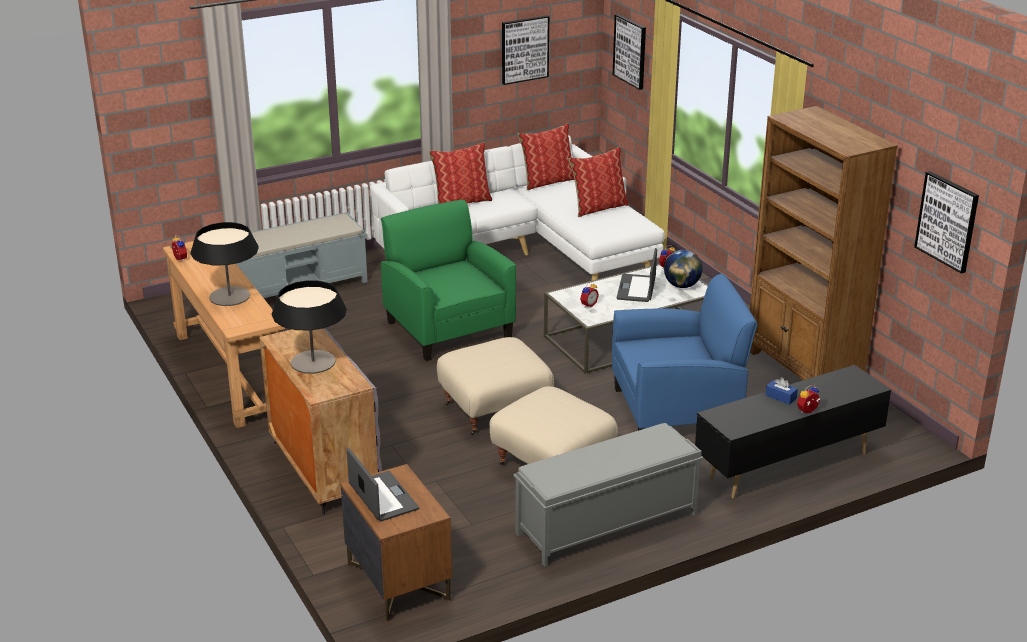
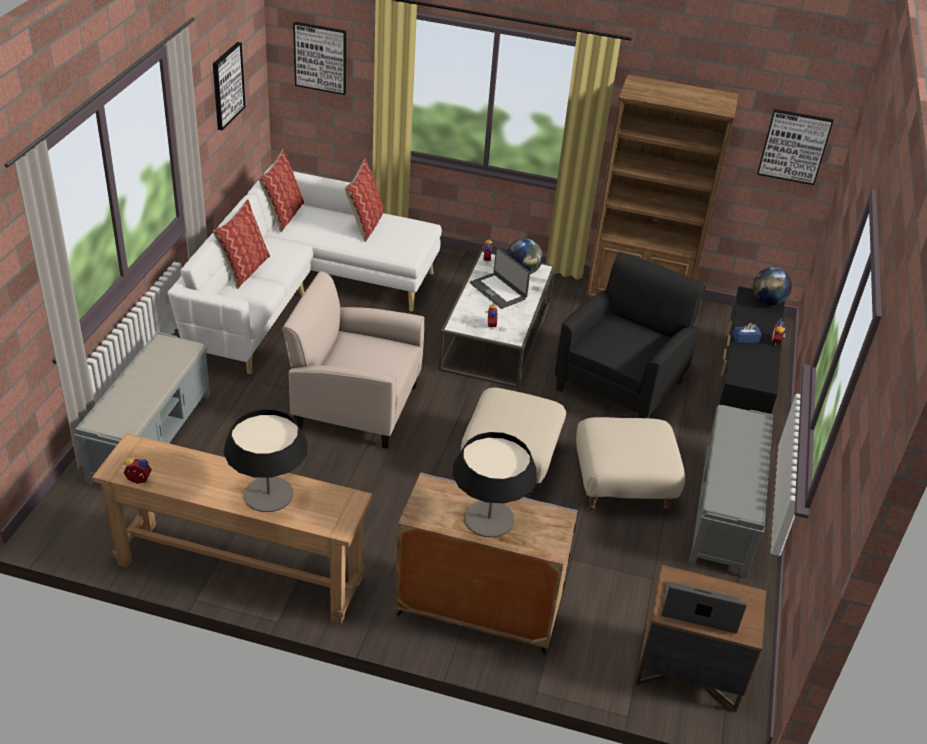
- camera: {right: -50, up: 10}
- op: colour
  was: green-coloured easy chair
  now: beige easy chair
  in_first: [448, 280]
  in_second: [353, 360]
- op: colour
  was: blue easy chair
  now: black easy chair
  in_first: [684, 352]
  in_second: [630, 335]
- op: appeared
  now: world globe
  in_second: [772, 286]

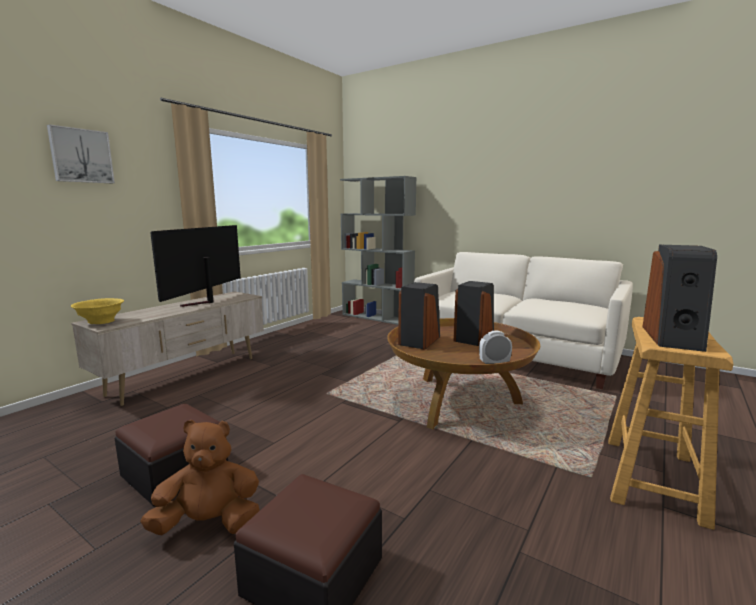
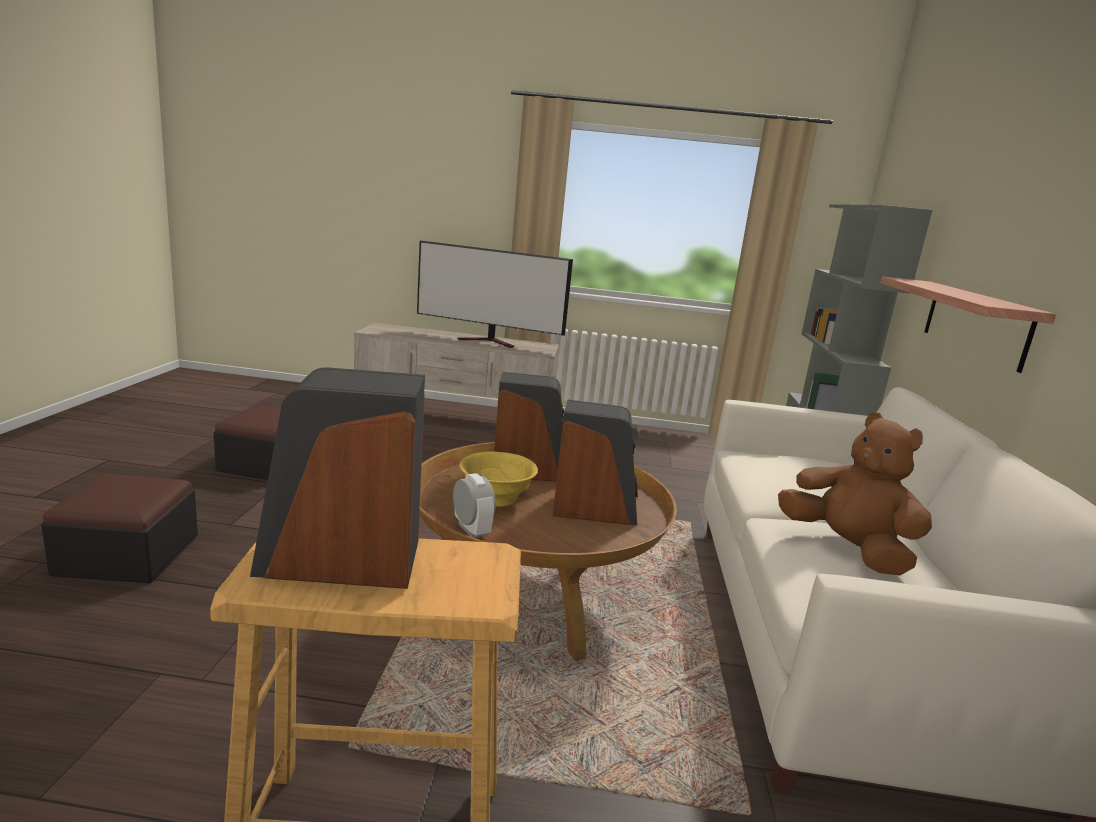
- camera: {right: 60, up: 5}
- op: missing
  was: wall picture
  in_first: [81, 153]
- op: relocated
  was: yellow serving bowl
  in_first: [97, 311]
  in_second: [498, 479]
- op: relocated
  was: brown plush toy
  in_first: [200, 477]
  in_second: [855, 493]
- op: spun
  was: TV
  in_first: [195, 266]
  in_second: [495, 294]
  clockwise: -150
- op: appeared
  now: shelf
  in_second: [968, 324]

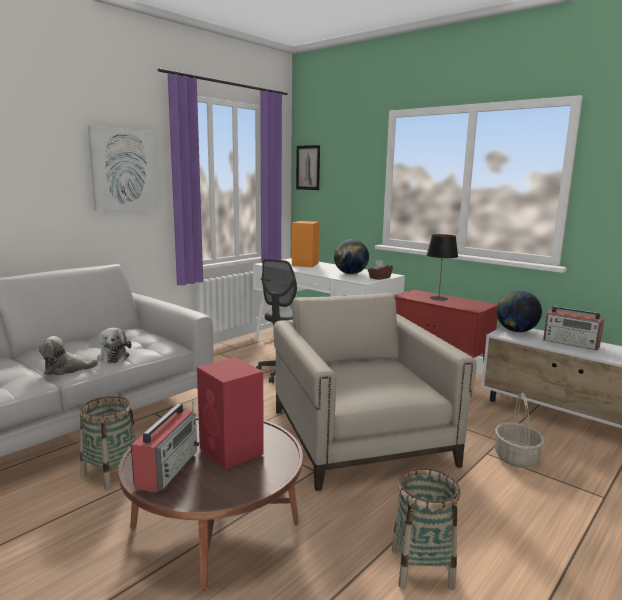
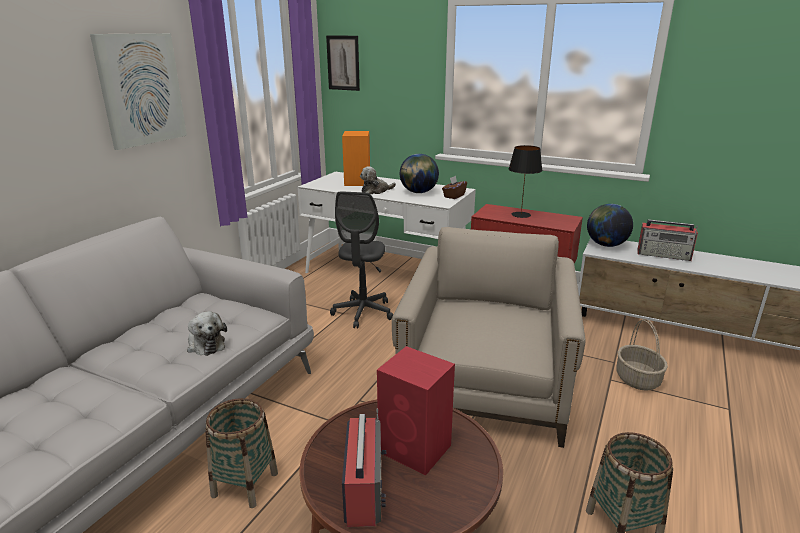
- camera: {right: -15, up: 10}
- op: relocated
  was: plush toy
  in_first: [69, 356]
  in_second: [378, 180]
- op: spun
  was: beige easy chair
  in_first: [375, 392]
  in_second: [489, 337]
  clockwise: 45

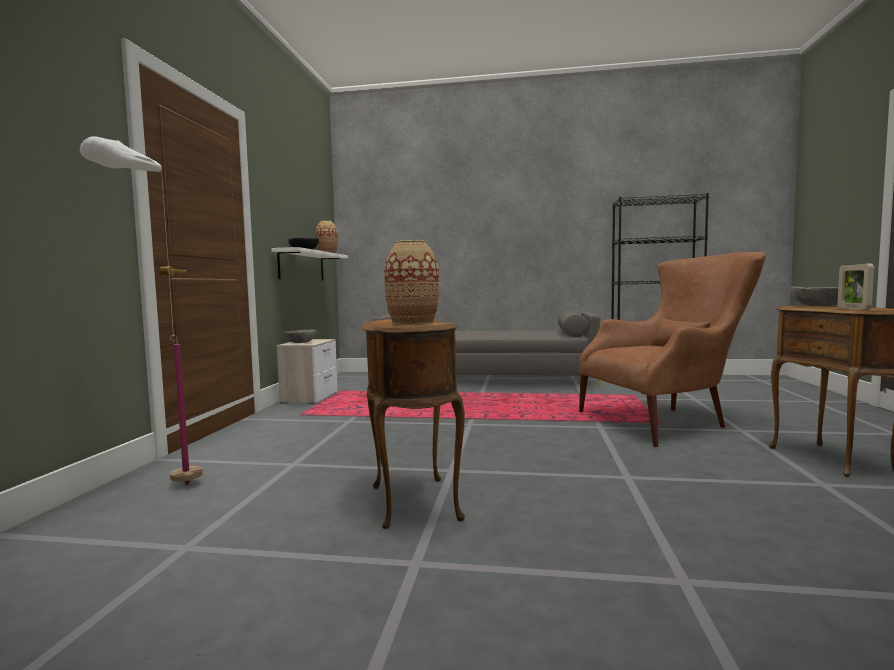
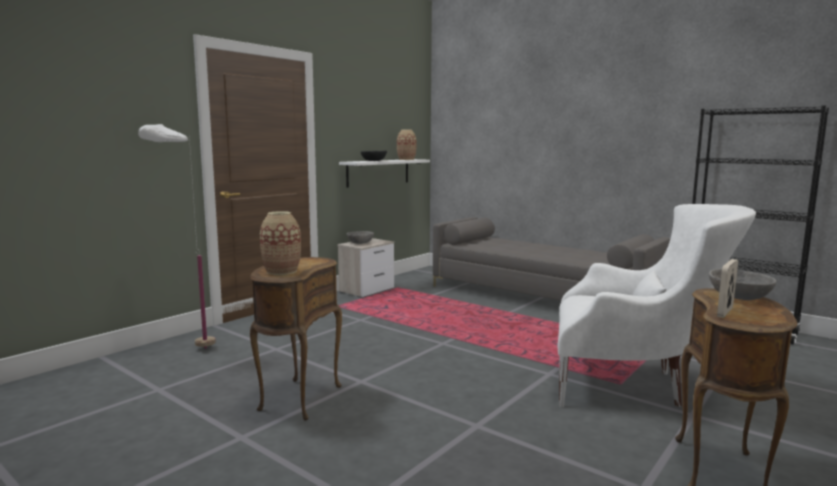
- camera: {right: 30, up: 5}
- op: colour
  was: brown easy chair
  now: white-coloured easy chair
  in_first: [672, 349]
  in_second: [657, 305]

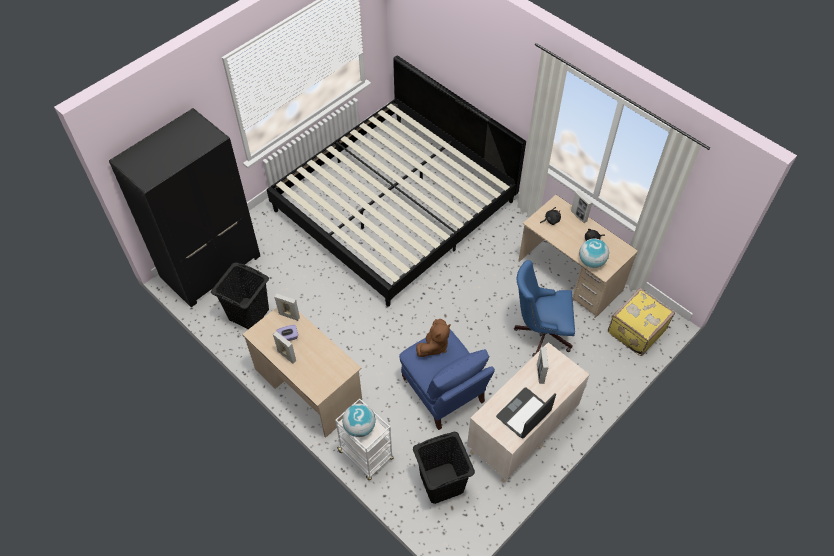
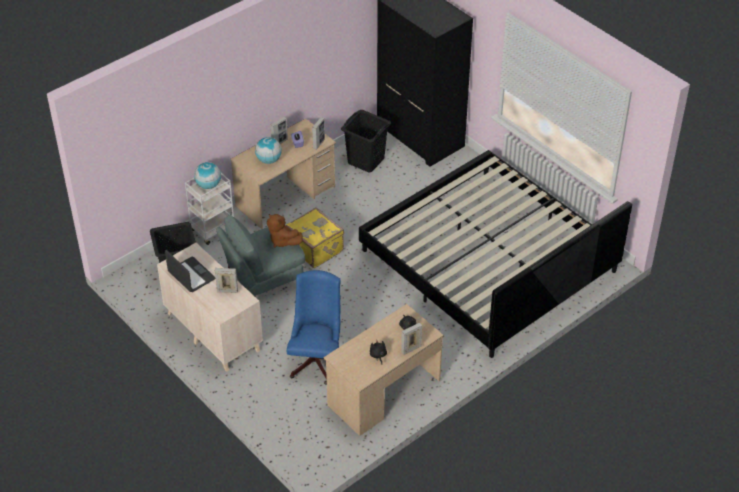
- camera: {right: 95, up: -10}
- op: colour
  was: blue easy chair
  now: greyish easy chair
  in_first: [447, 380]
  in_second: [260, 255]
- op: relocated
  was: world globe
  in_first: [594, 253]
  in_second: [268, 150]
- op: relocated
  was: yellow suitcase
  in_first: [641, 322]
  in_second: [315, 237]

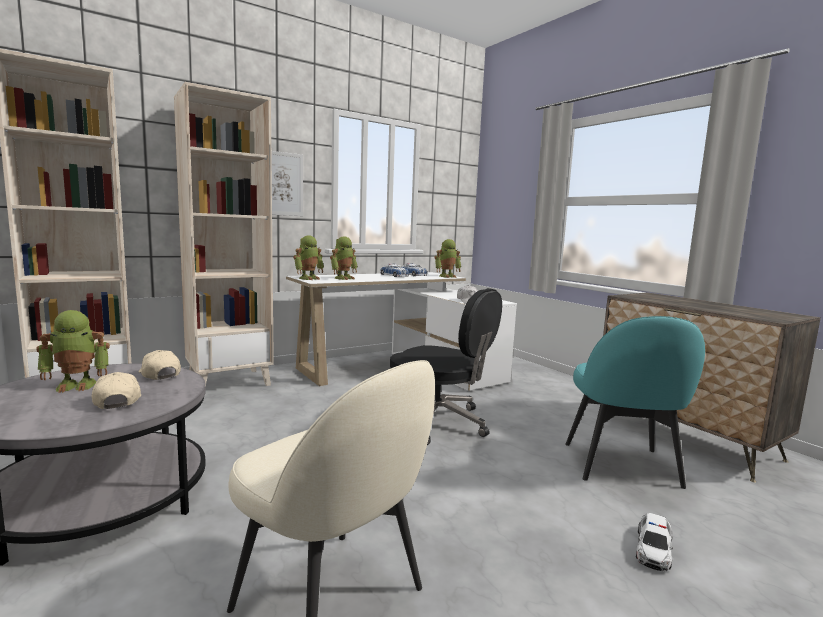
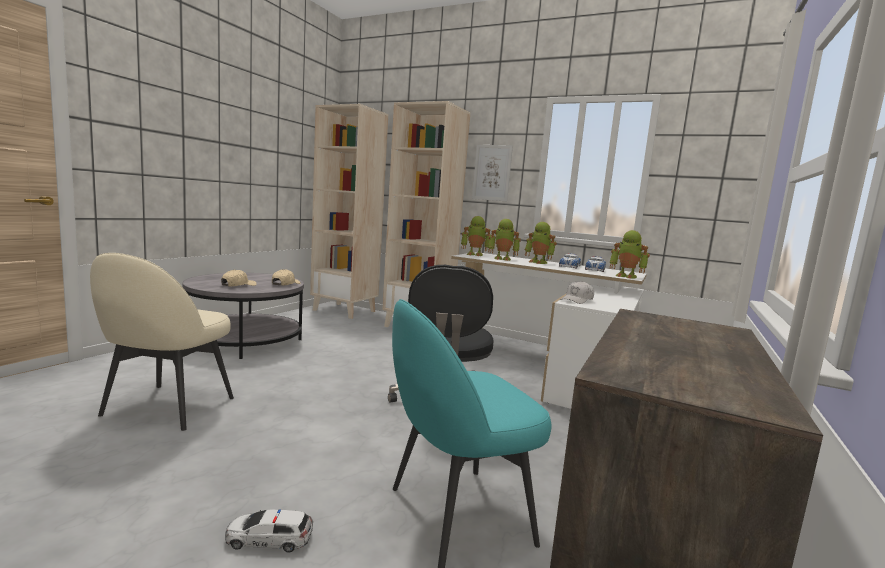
- camera: {right: 60, up: 0}
- op: relocated
  was: toy robot
  in_first: [73, 351]
  in_second: [541, 243]

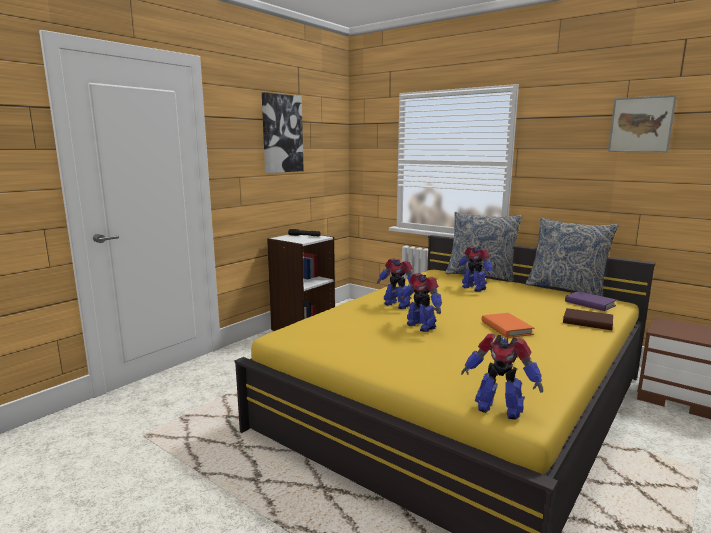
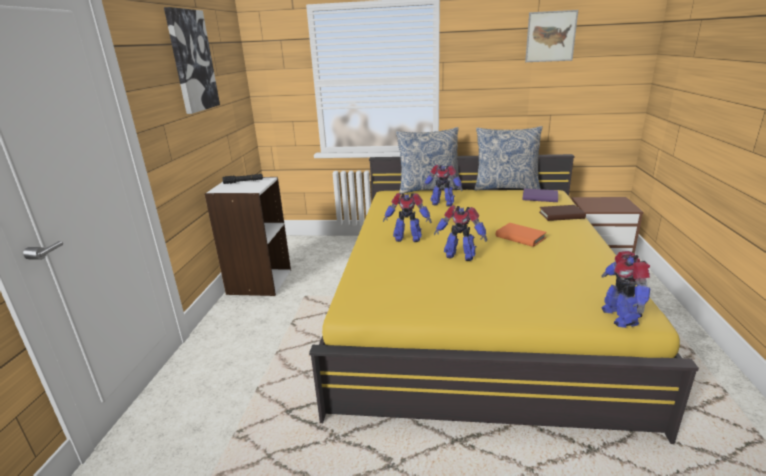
- camera: {right: -30, up: 10}
- op: spun
  was: toy robot
  in_first: [502, 376]
  in_second: [625, 289]
  clockwise: 90

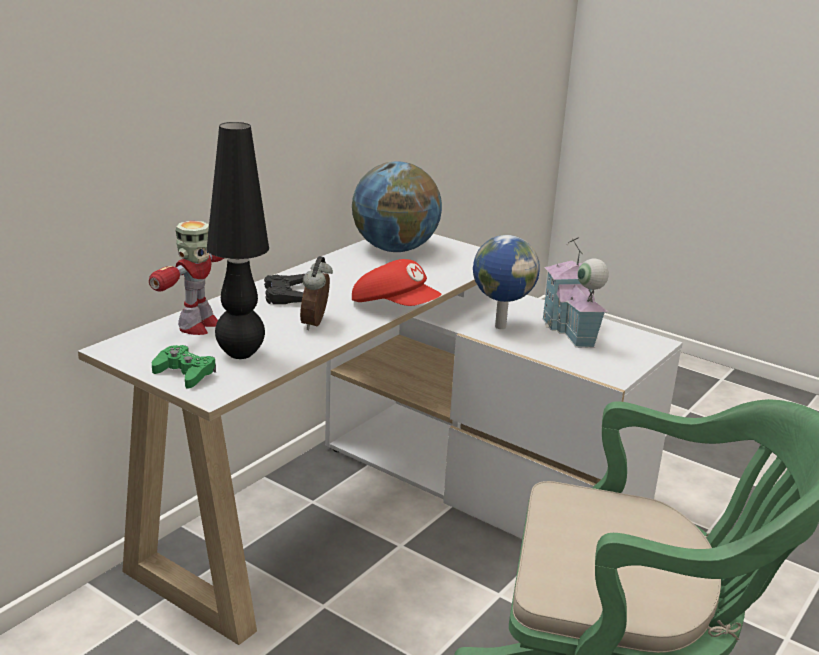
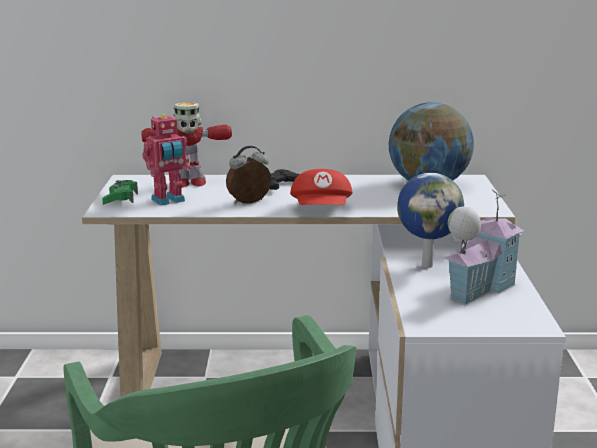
- camera: {right: 55, up: -5}
- op: exchanged
  was: black tabletop lamp
  now: toy robot
  in_first: [238, 240]
  in_second: [166, 160]

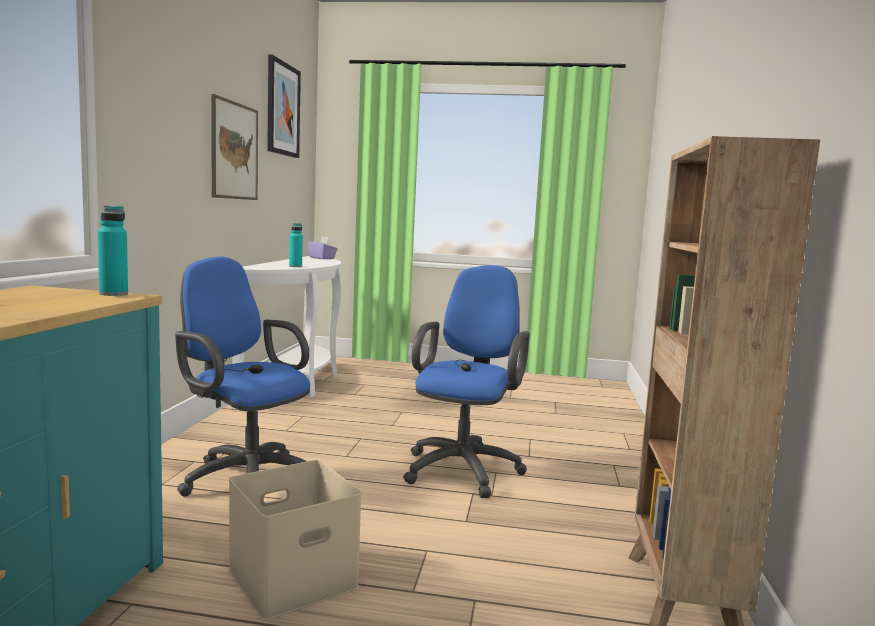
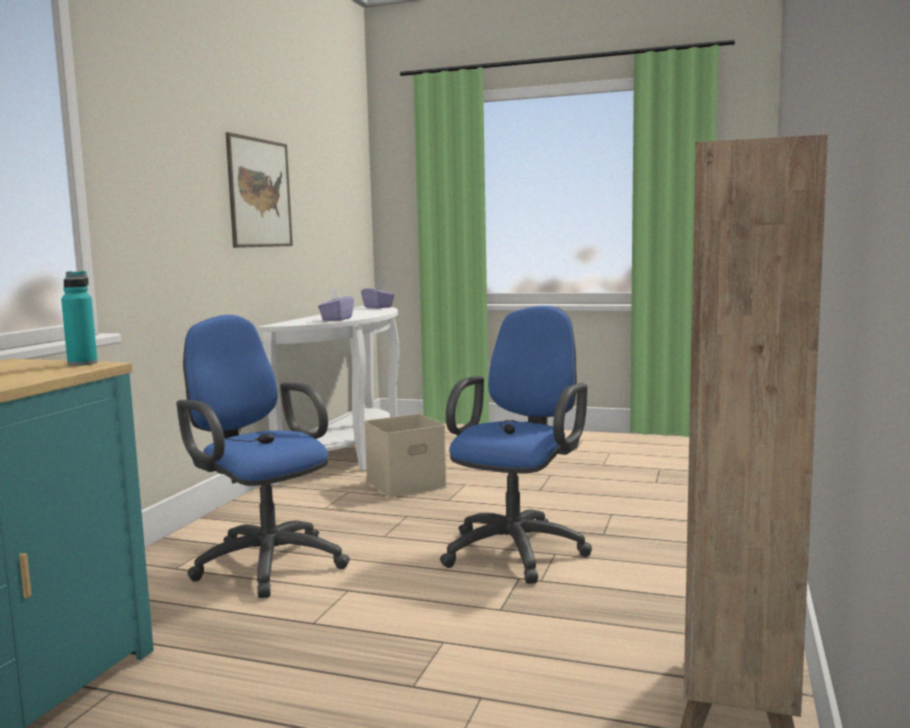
- camera: {right: 10, up: 0}
- op: relocated
  was: beige storage box
  in_first: [295, 540]
  in_second: [405, 456]
- op: missing
  was: wall picture
  in_first: [284, 106]
- op: exchanged
  was: turquoise-coloured bottle
  now: purple-coloured box of tissues
  in_first: [296, 245]
  in_second: [336, 305]

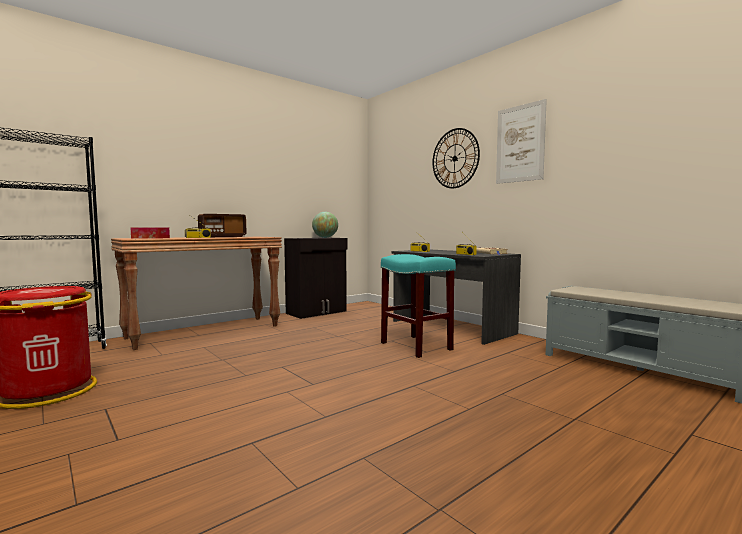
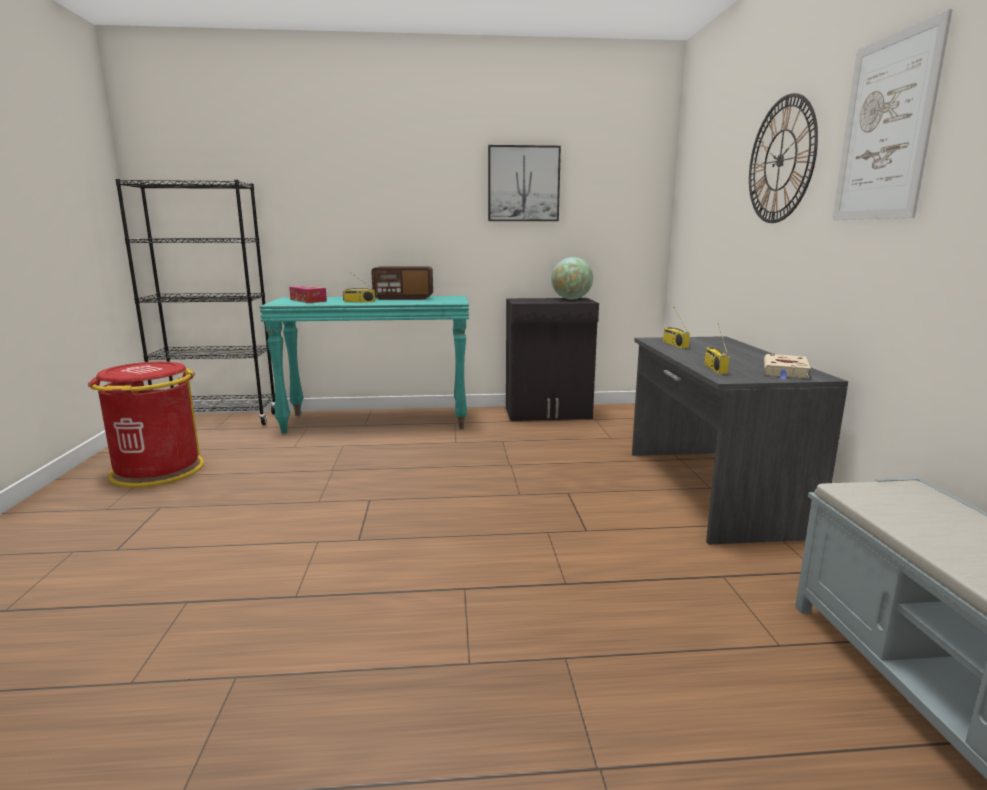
- camera: {right: 35, up: 10}
- op: colour
  was: brown hall table
  now: turquoise-coloured hall table
  in_first: [196, 293]
  in_second: [364, 365]
- op: missing
  was: turquoise-coloured stool seat
  in_first: [418, 306]
- op: appeared
  now: wall picture
  in_second: [524, 183]

